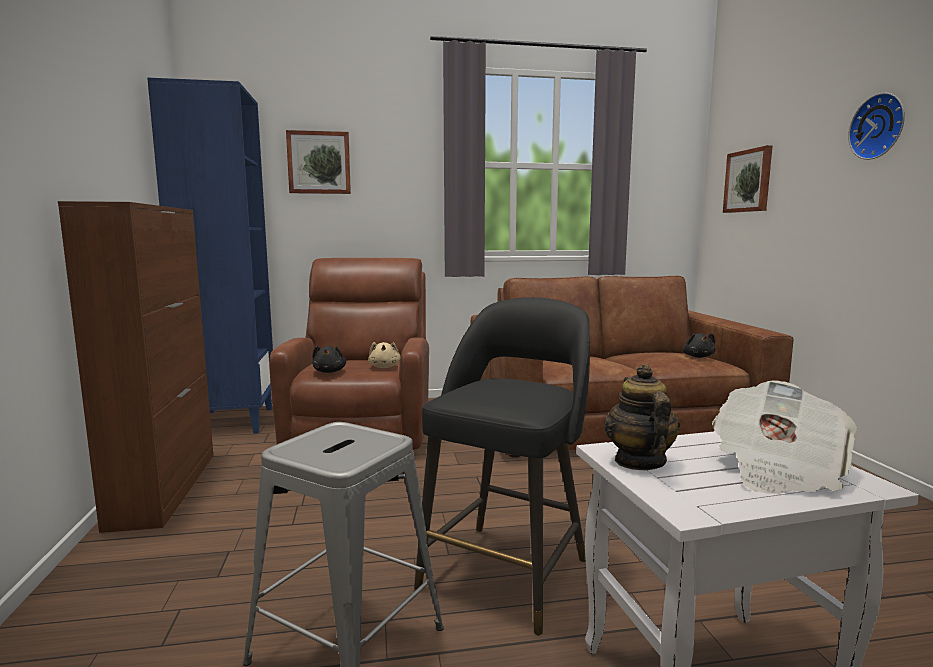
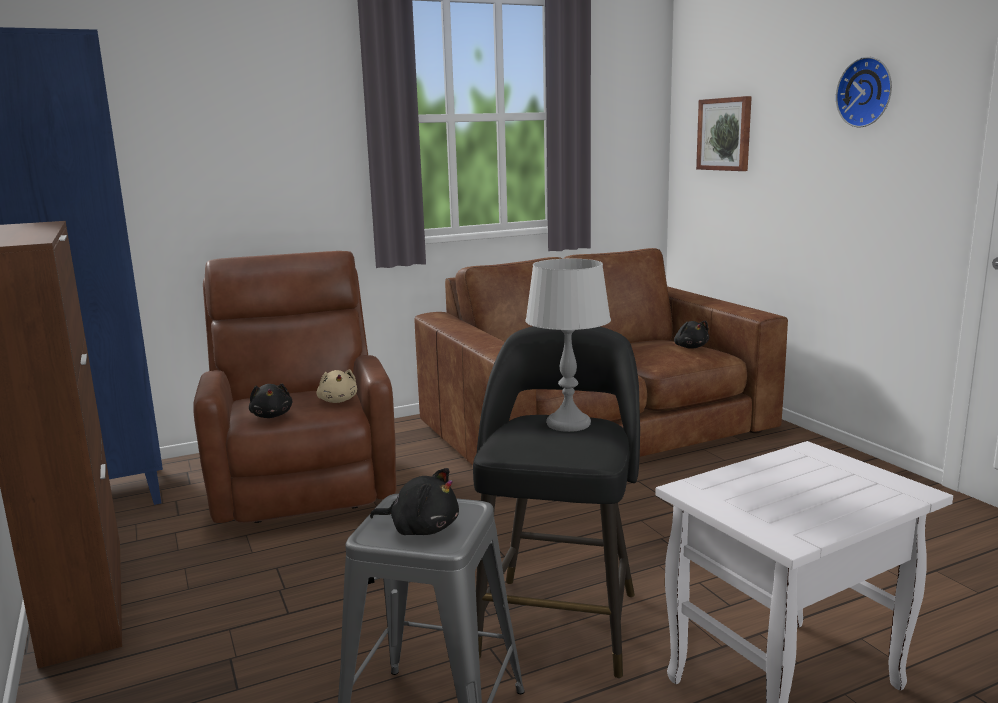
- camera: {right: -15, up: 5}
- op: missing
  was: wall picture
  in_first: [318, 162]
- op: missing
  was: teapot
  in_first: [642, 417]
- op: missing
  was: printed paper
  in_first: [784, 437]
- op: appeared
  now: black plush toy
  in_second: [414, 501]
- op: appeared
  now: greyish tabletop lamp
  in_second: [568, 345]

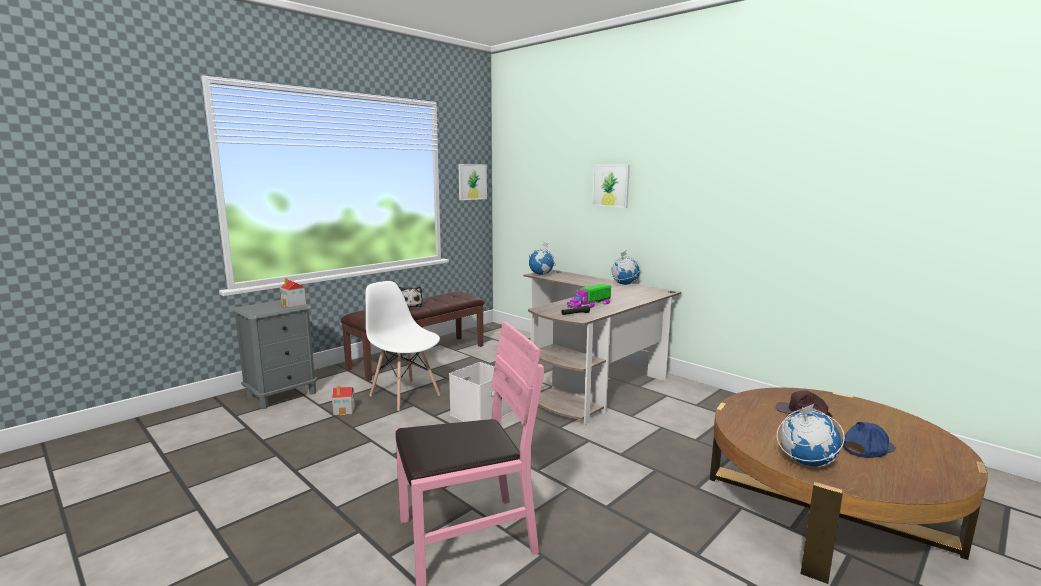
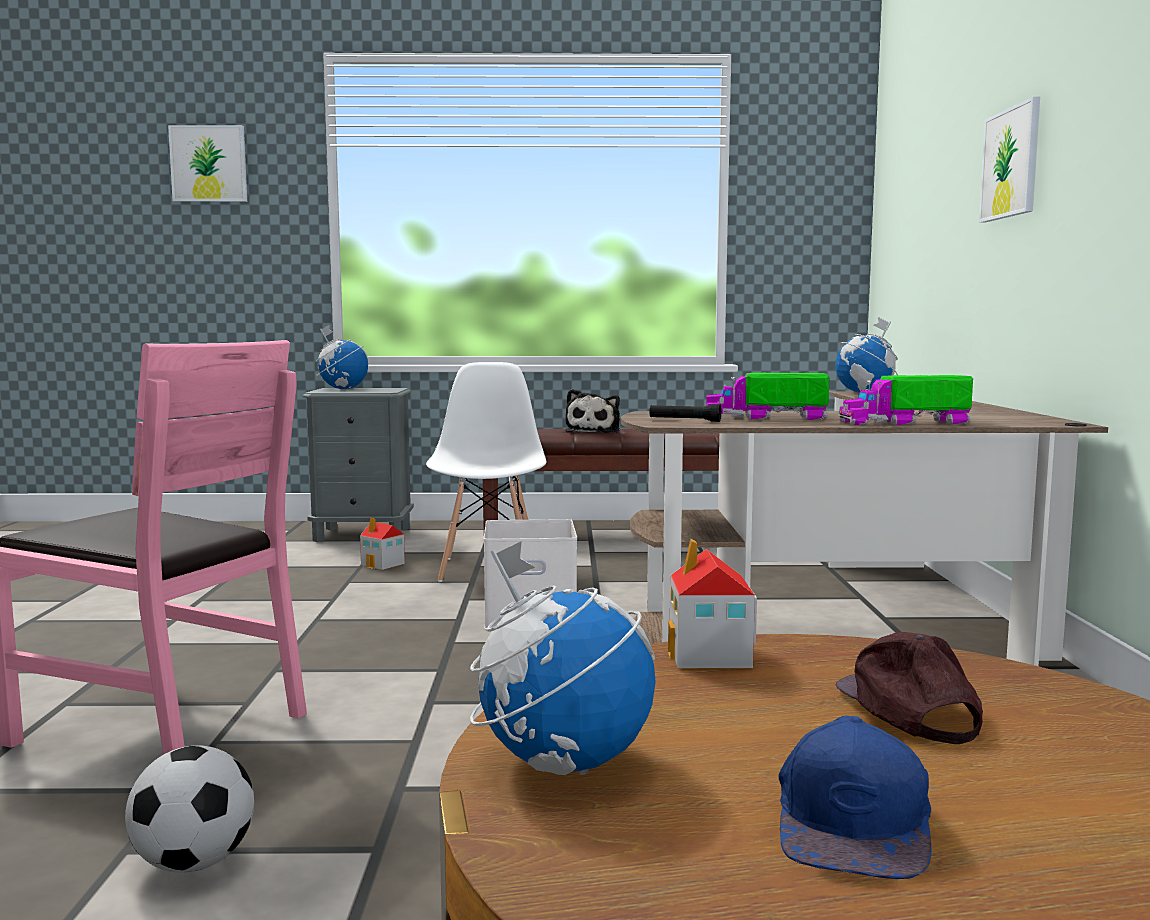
- camera: {right: 45, up: -5}
- op: relocated
  was: miniature house
  in_first: [293, 292]
  in_second: [712, 603]
- op: relocated
  was: wall picture
  in_first: [472, 182]
  in_second: [207, 163]
- op: relocated
  was: world globe
  in_first: [625, 268]
  in_second: [341, 356]
- op: spun
  was: blue cap
  in_first: [869, 440]
  in_second: [854, 797]
  clockwise: 90
- op: appeared
  now: football
  in_second: [189, 809]
- op: appeared
  now: toy lorry
  in_second: [905, 400]

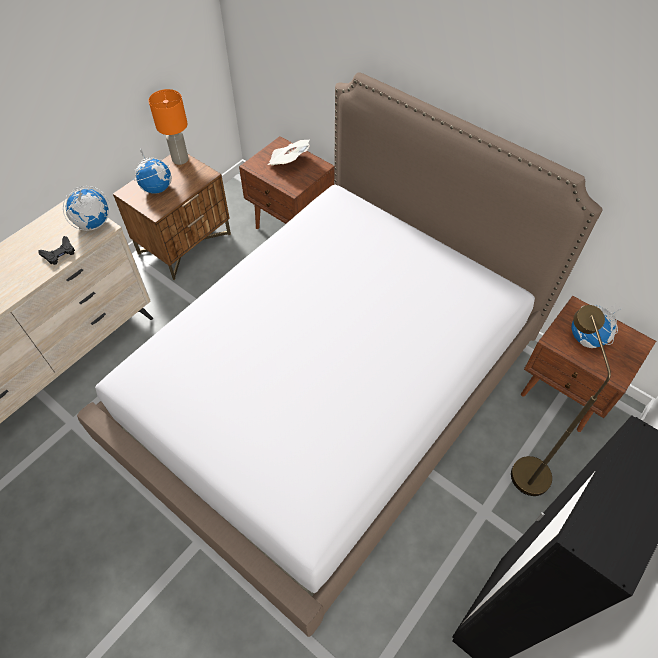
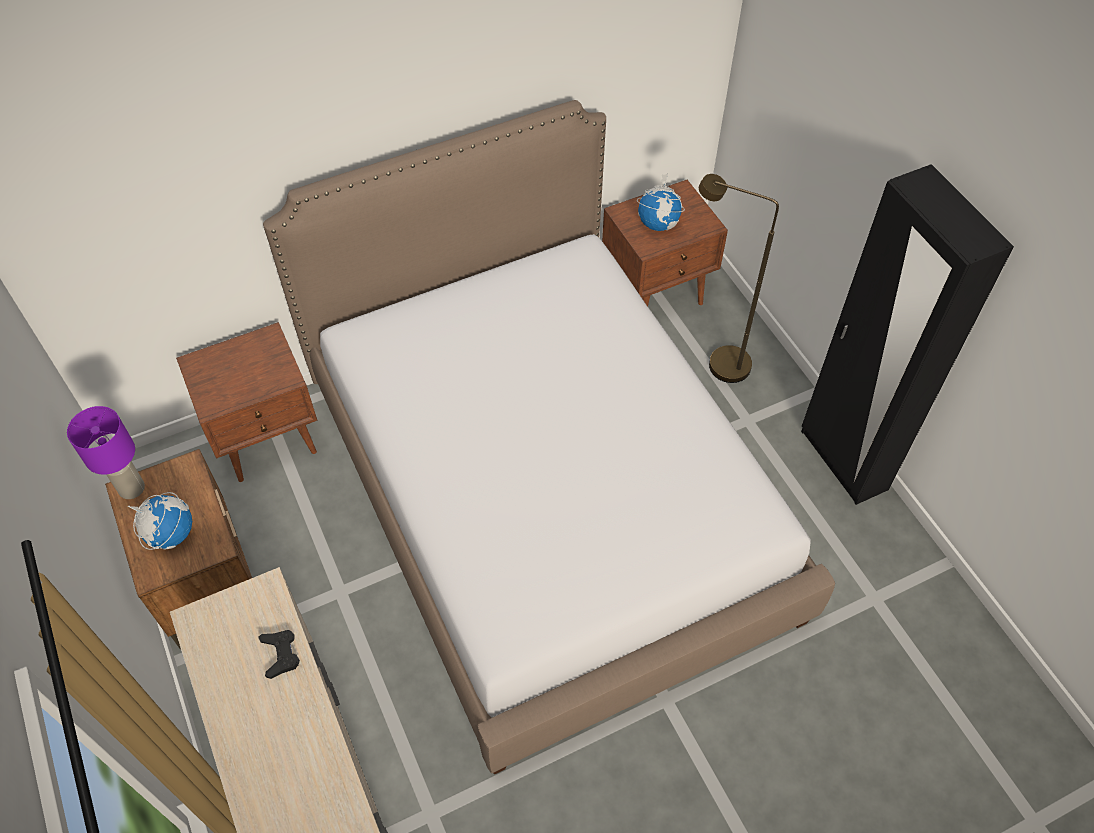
- camera: {right: -65, up: 0}
- op: missing
  was: world globe
  in_first: [86, 208]
- op: colour
  was: orange-coloured tabletop lamp
  now: purple-coloured tabletop lamp
  in_first: [169, 127]
  in_second: [106, 452]
- op: missing
  was: printed paper
  in_first: [289, 152]

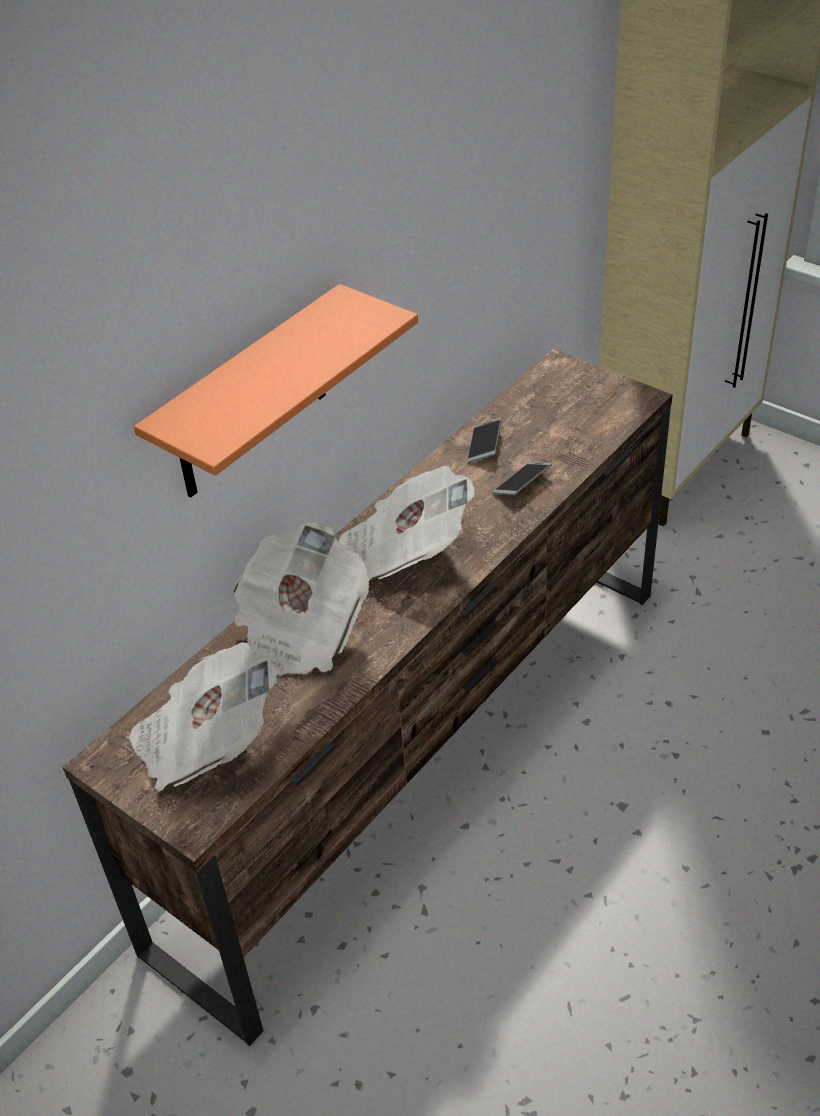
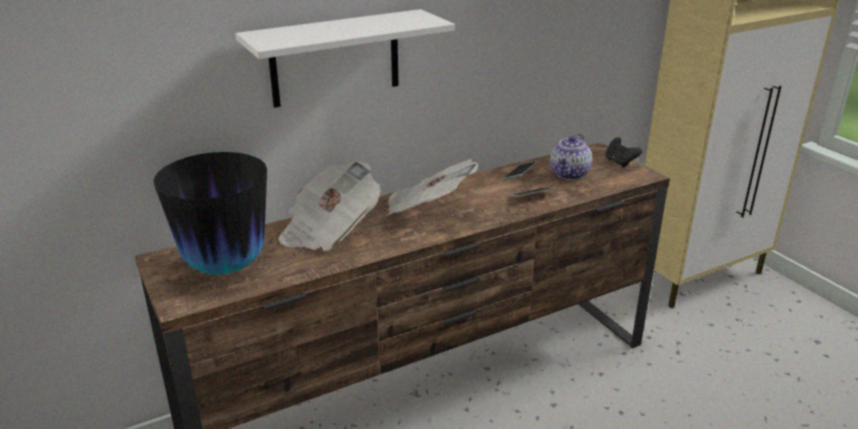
- camera: {right: 20, up: -15}
- op: exchanged
  was: printed paper
  now: vase
  in_first: [203, 717]
  in_second: [210, 213]
- op: colour
  was: orange-coloured shelf
  now: white-coloured shelf
  in_first: [276, 391]
  in_second: [345, 58]
- op: appeared
  now: teapot
  in_second: [571, 157]
- op: appeared
  now: black joypad
  in_second: [623, 152]

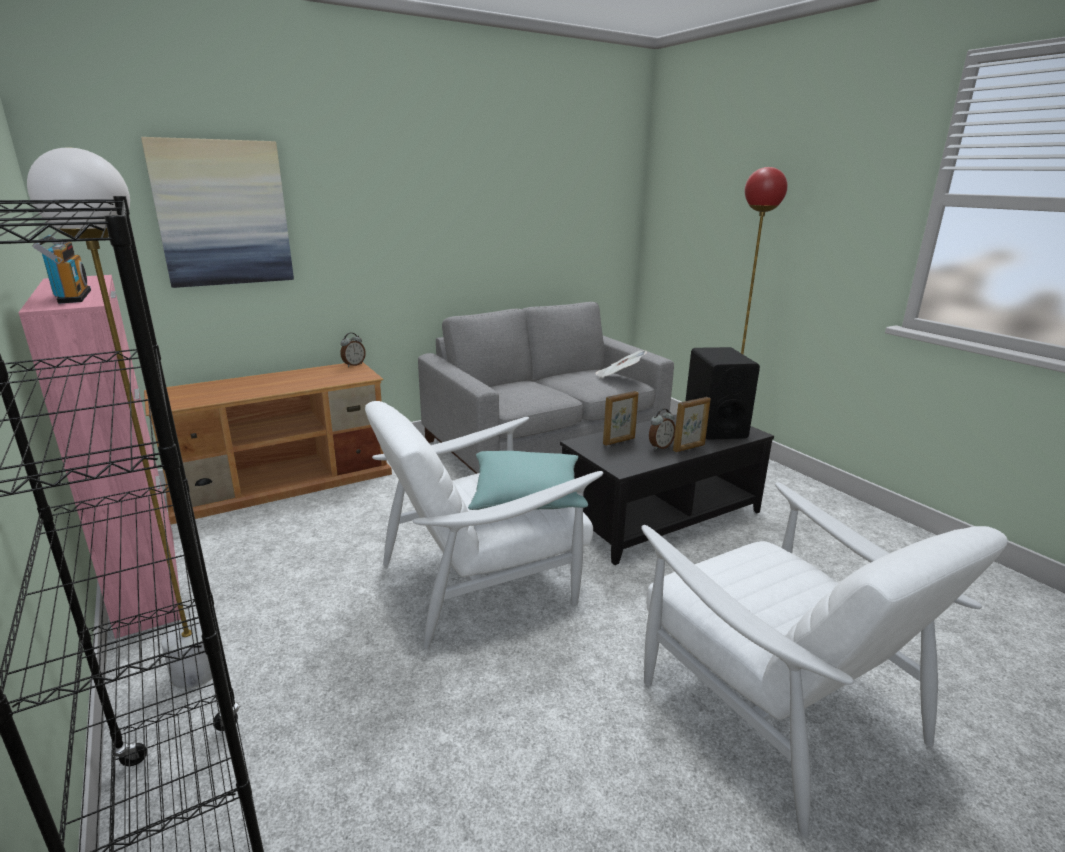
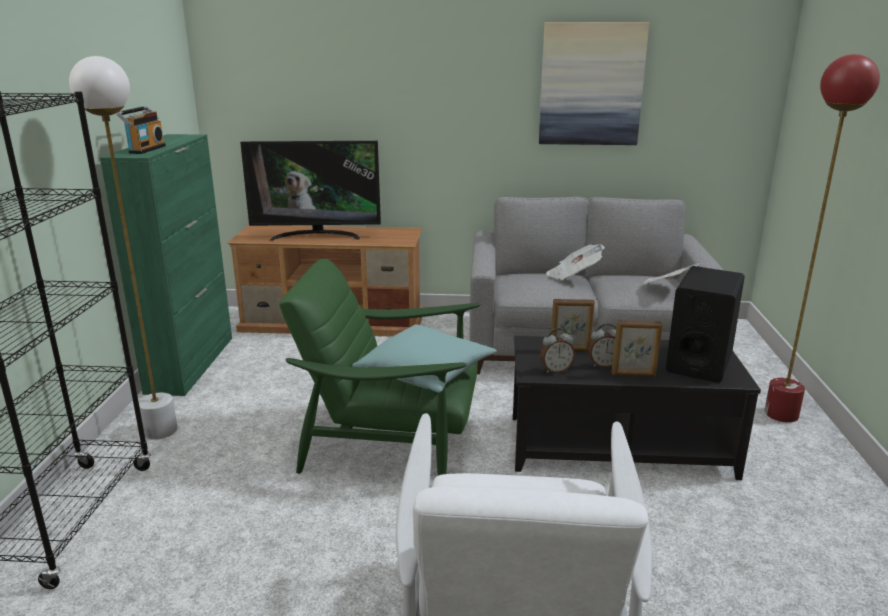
- camera: {right: 35, up: 0}
- op: colour
  was: pink cupboard
  now: green-coloured cupboard
  in_first: [99, 457]
  in_second: [166, 265]
- op: relocated
  was: wall picture
  in_first: [217, 212]
  in_second: [594, 83]
- op: relocated
  was: alarm clock
  in_first: [353, 350]
  in_second: [557, 350]
- op: colour
  was: white-coloured easy chair
  now: green-coloured easy chair
  in_first: [484, 525]
  in_second: [380, 367]
- op: appeared
  now: TV
  in_second: [310, 191]
- op: appeared
  now: printed paper
  in_second: [575, 262]

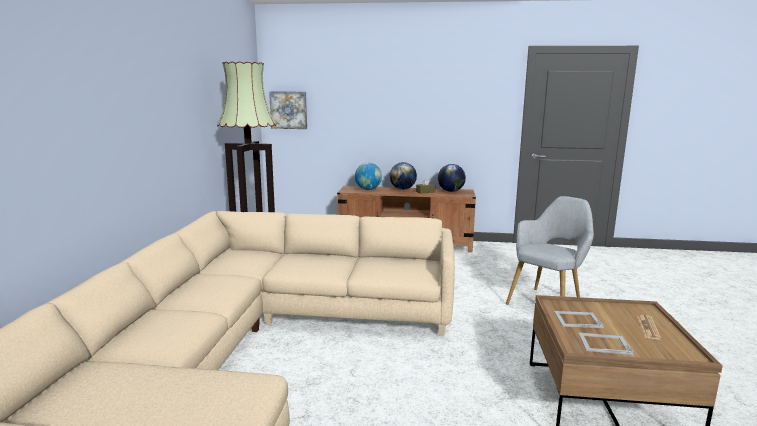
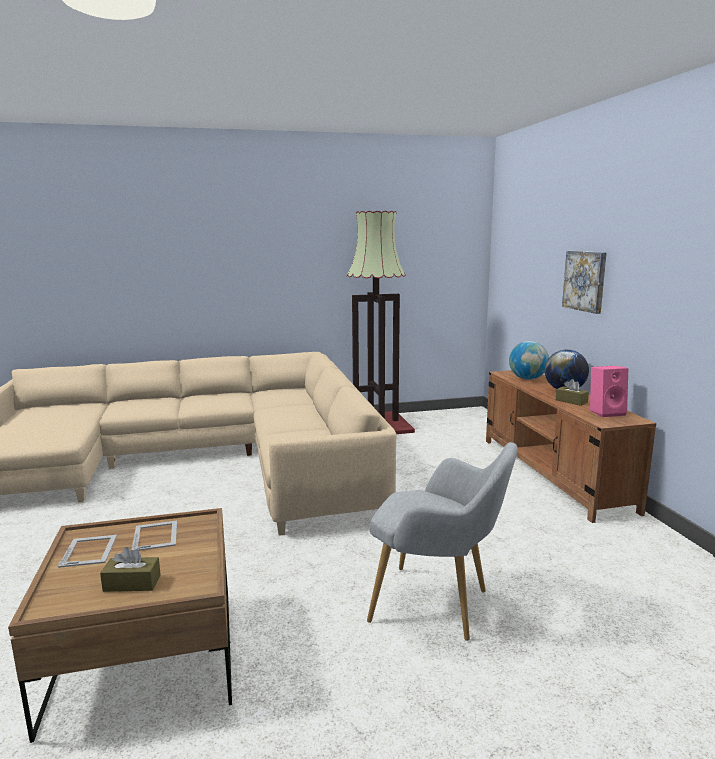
- camera: {right: 70, up: 0}
- op: relocated
  was: wall picture
  in_first: [288, 110]
  in_second: [584, 282]
- op: exchanged
  was: world globe
  now: pink speaker
  in_first: [452, 178]
  in_second: [609, 391]
- op: exchanged
  was: printed paper
  now: brown box of tissues
  in_first: [649, 327]
  in_second: [130, 569]

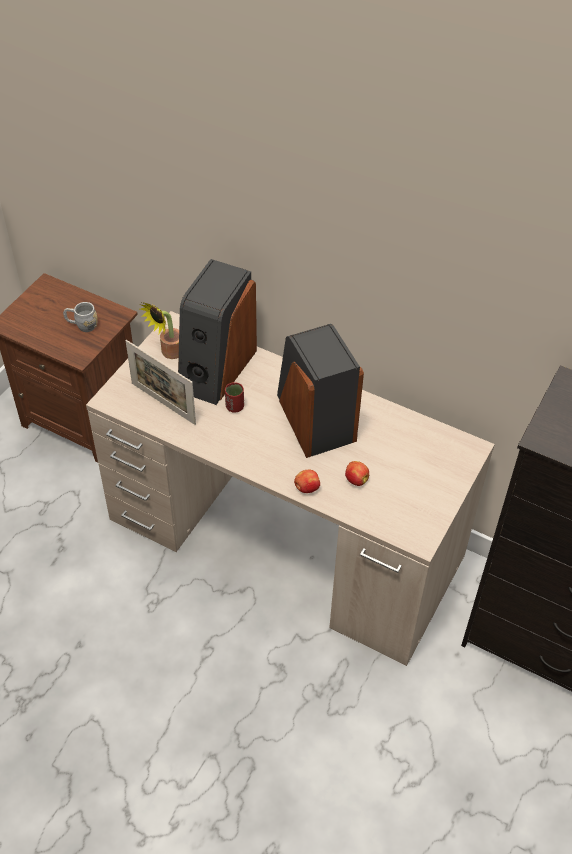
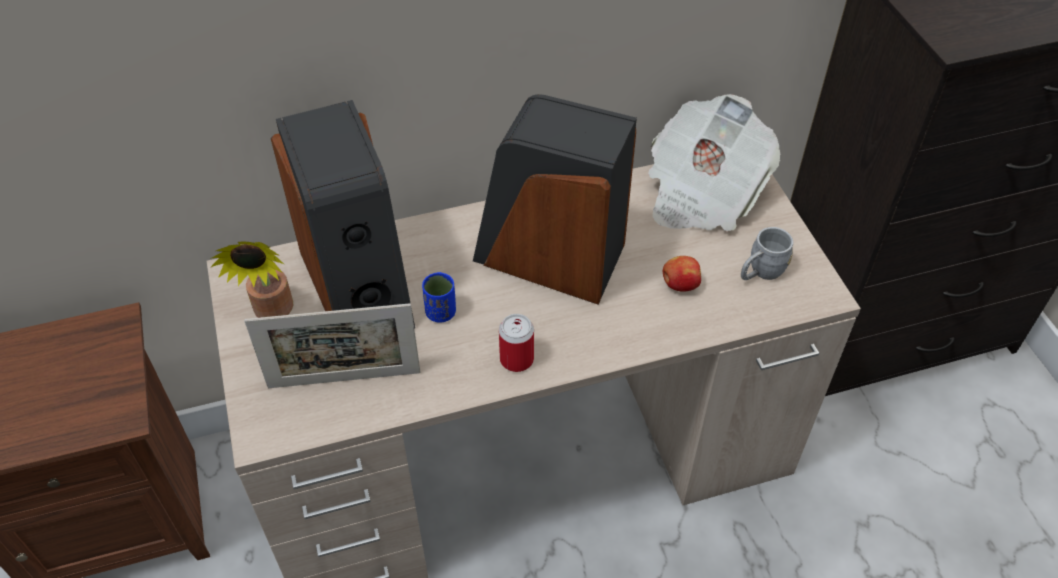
- camera: {right: -45, up: 0}
- op: relocated
  was: greyish tea mug
  in_first: [80, 317]
  in_second: [767, 253]
- op: colour
  was: red-coloured cup
  now: blue cup
  in_first: [234, 397]
  in_second: [439, 297]
- op: missing
  was: apple fruit
  in_first: [307, 481]
- op: appeared
  now: metal can
  in_second: [516, 343]
- op: appeared
  now: printed paper
  in_second: [714, 162]

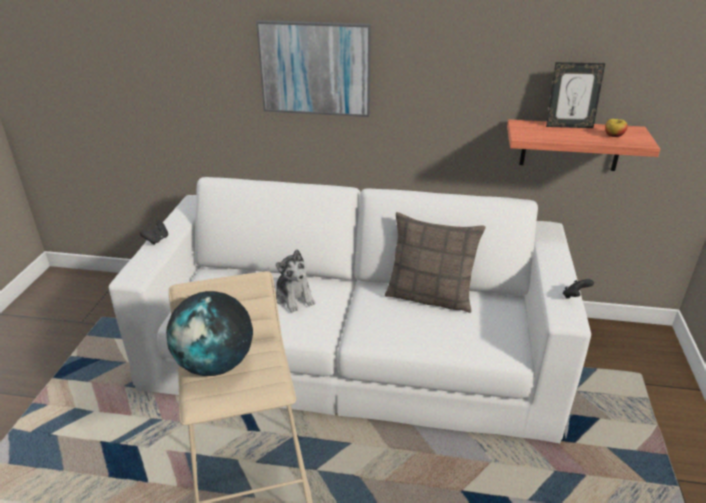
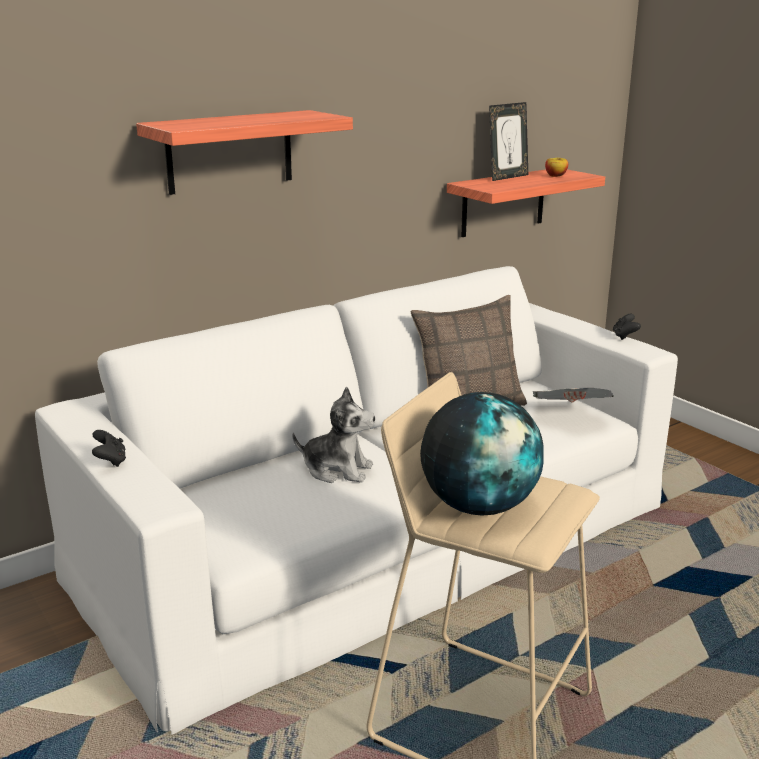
- camera: {right: -45, up: -10}
- op: exchanged
  was: wall picture
  now: shelf
  in_first: [313, 68]
  in_second: [244, 152]
- op: appeared
  now: printed paper
  in_second: [573, 395]

